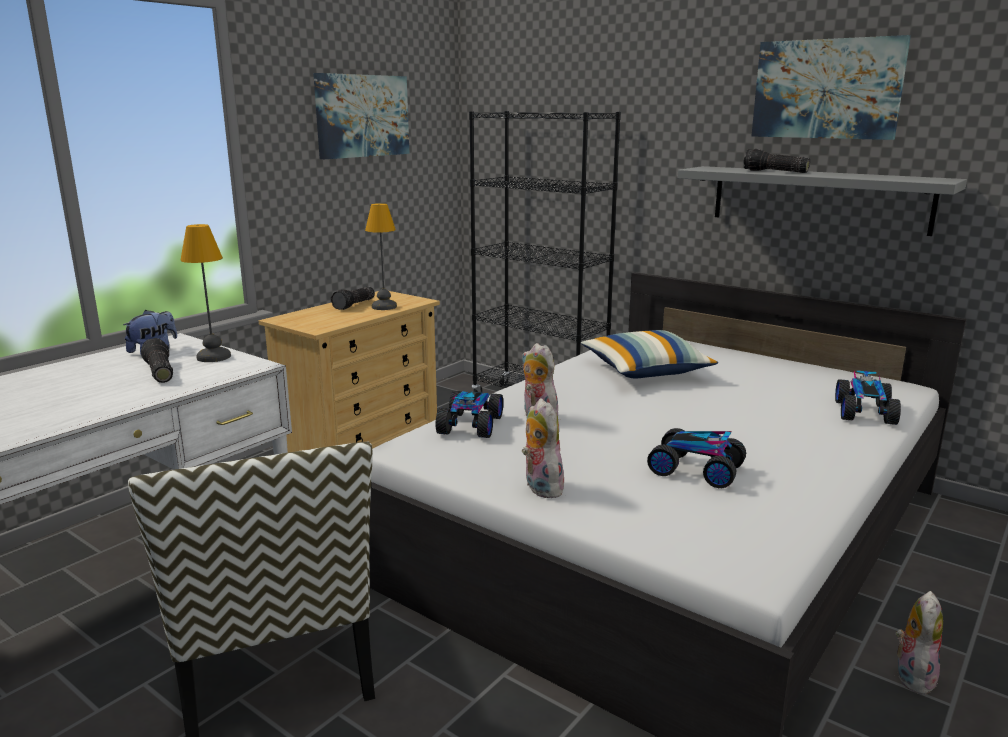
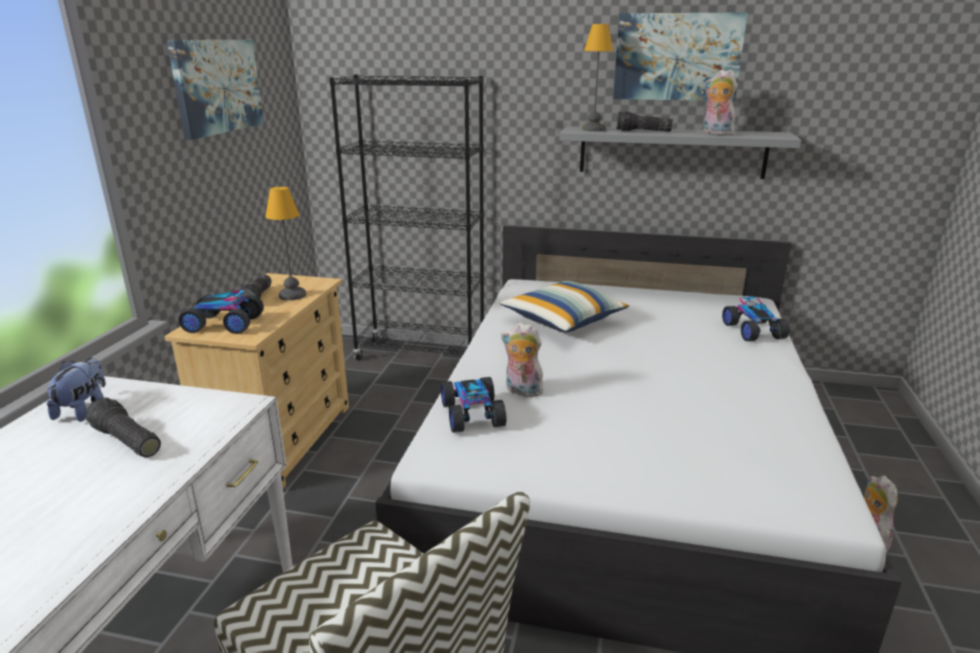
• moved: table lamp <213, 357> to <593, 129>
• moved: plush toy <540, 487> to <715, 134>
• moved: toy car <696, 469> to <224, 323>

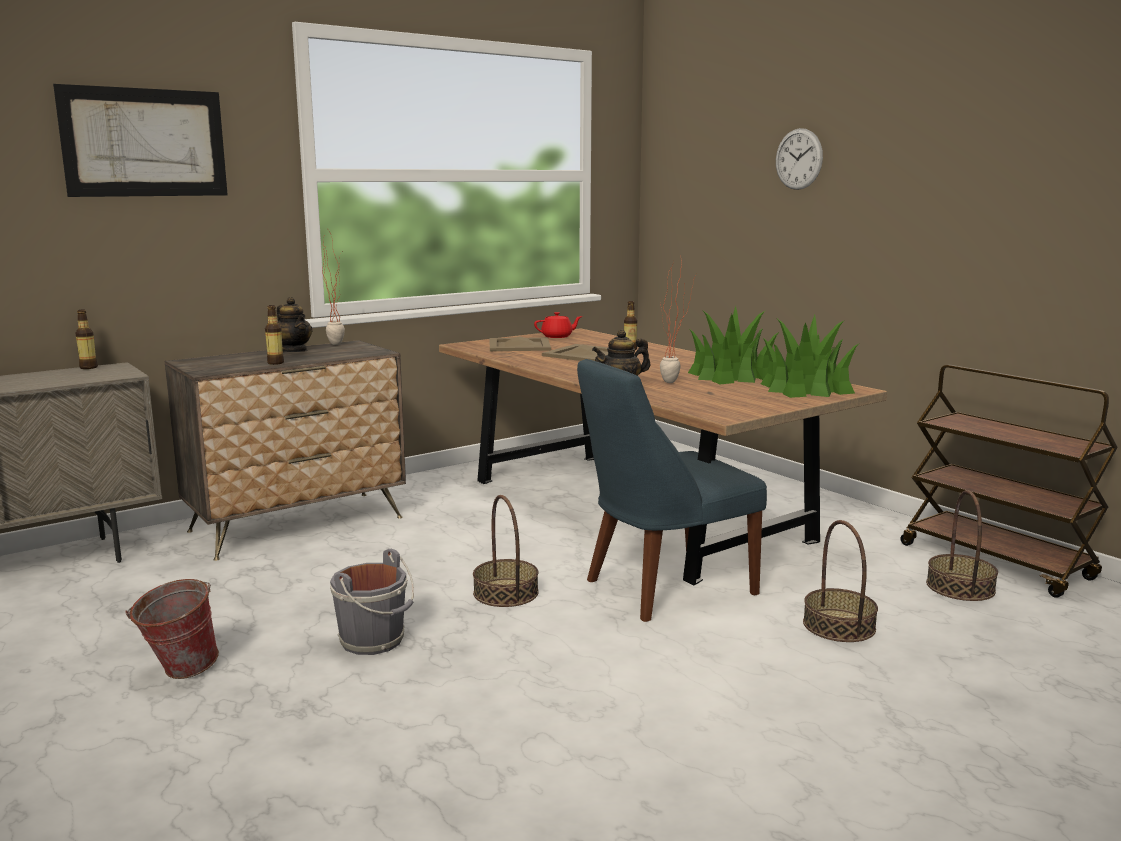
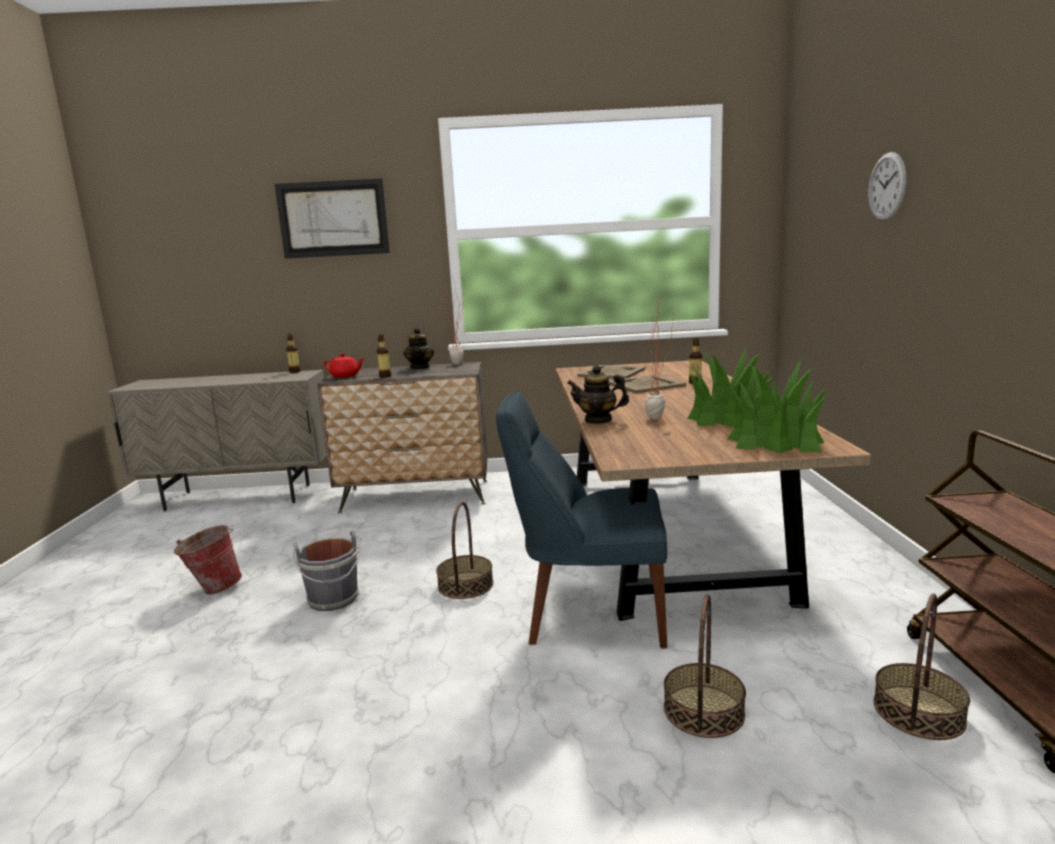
• moved: red teapot <557, 336> to <345, 376>

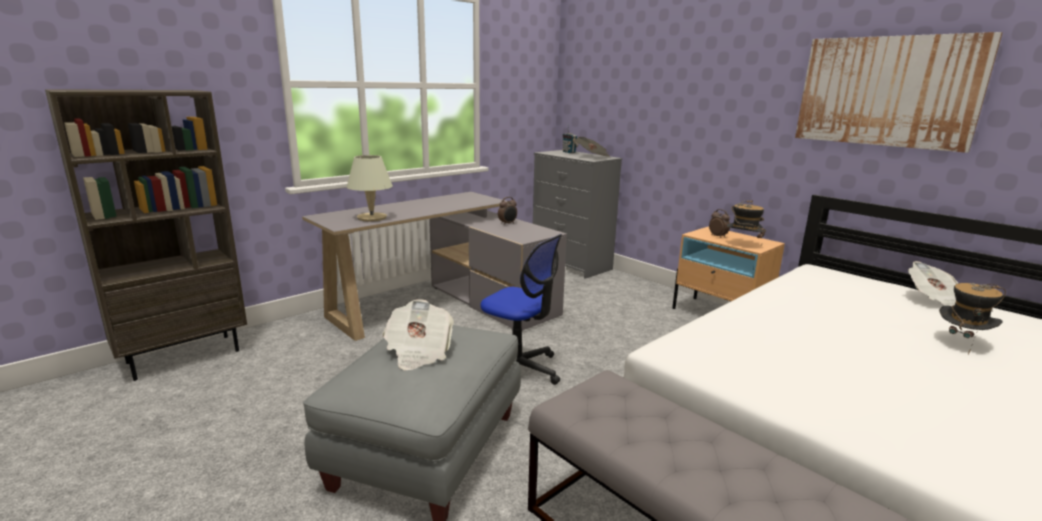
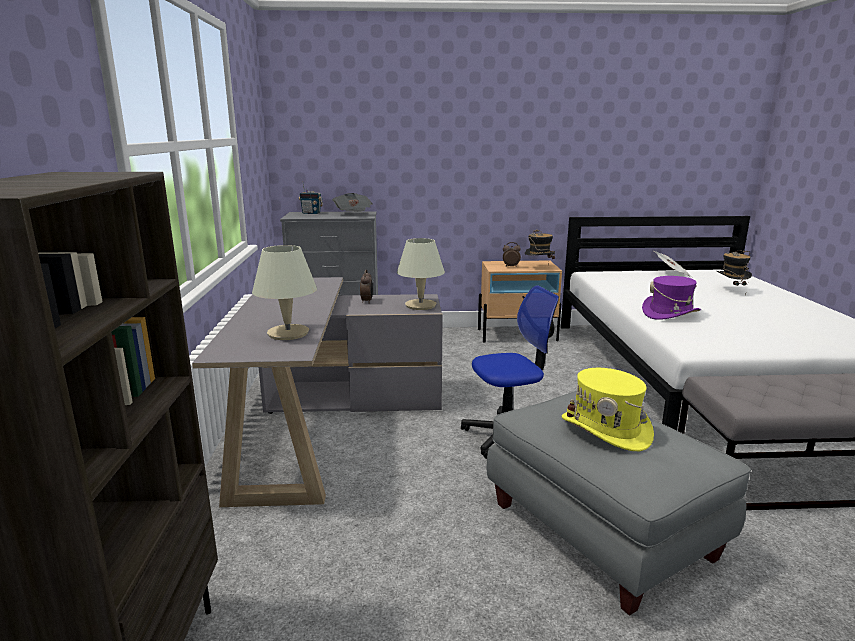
• removed: picture <886, 91>
• replaced: newspaper <418, 352> to yellow hat <606, 430>
• added: beige table lamp <421, 305>
• added: purple hat <670, 313>

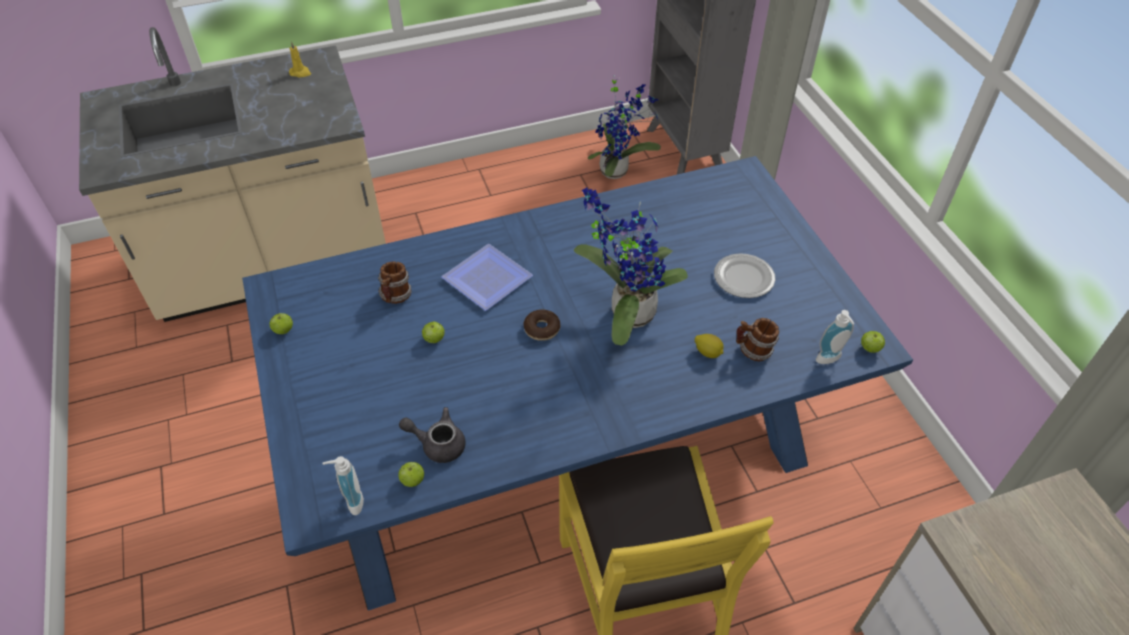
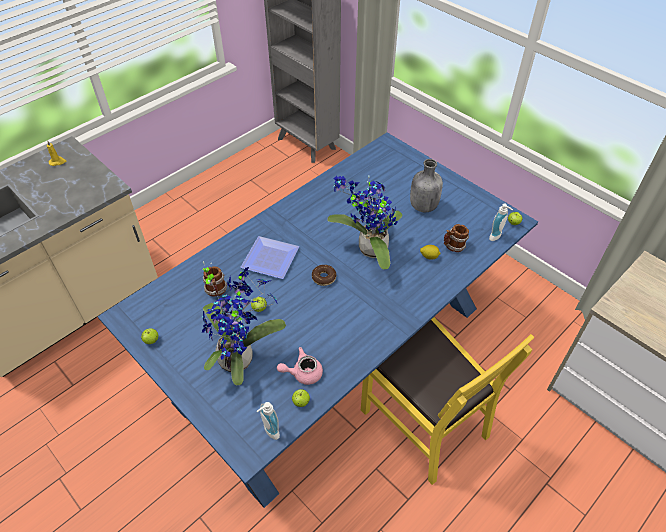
• moved: potted plant <617, 170> to <240, 357>
• replaced: plate <743, 278> to grey bottle <422, 206>
• recoloured: grey teapot <438, 444> to pink teapot <302, 373>

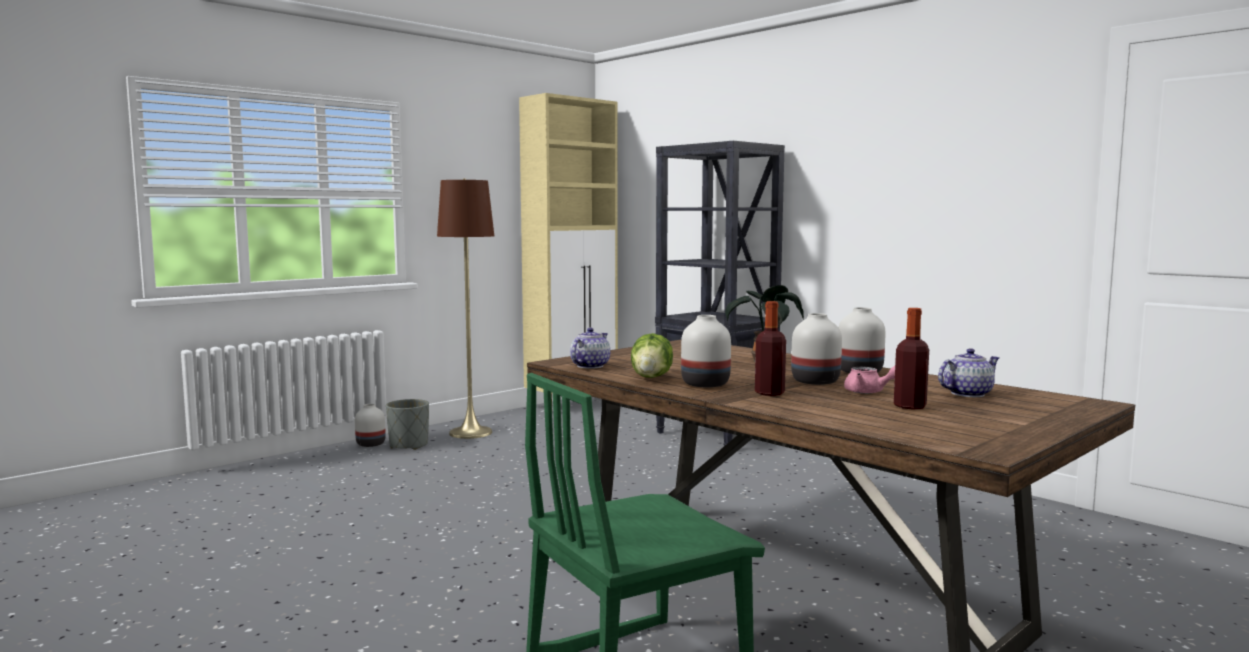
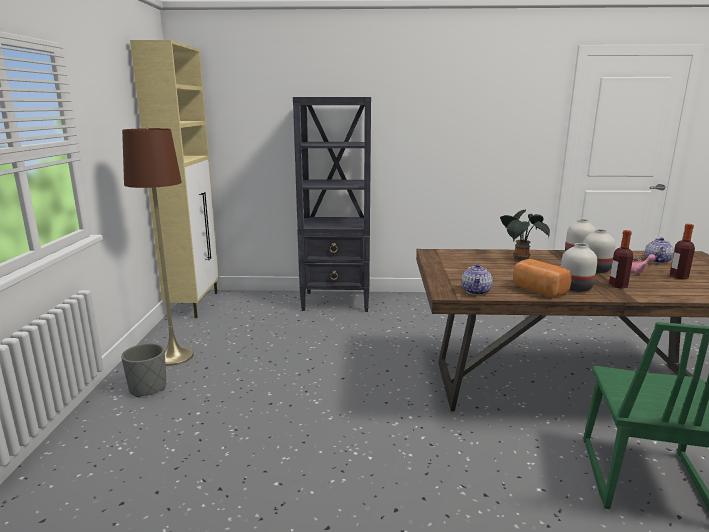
• turned: teapot <589, 366> = <476, 291> 150 degrees counterclockwise
• replaced: lettuce <652, 377> to bread <537, 290>
• removed: white vase <370, 444>

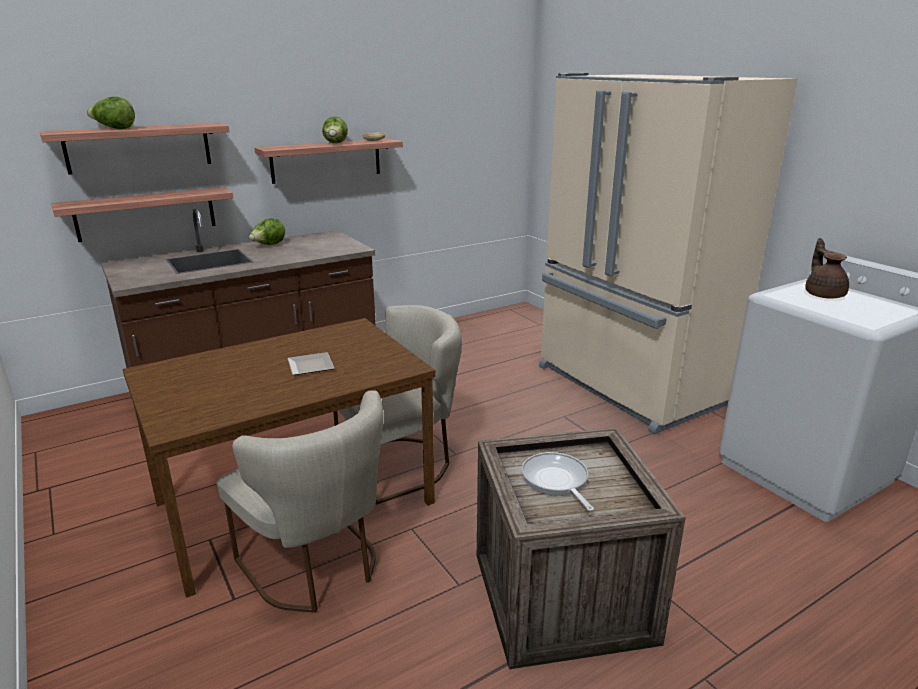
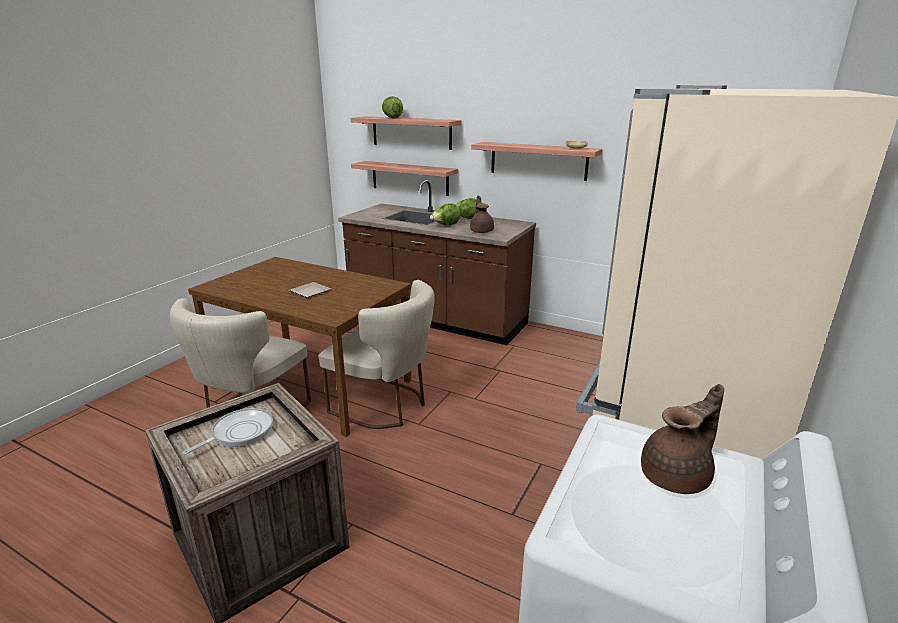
• moved: lettuce <336, 144> to <445, 225>
• added: brown teapot <481, 231>

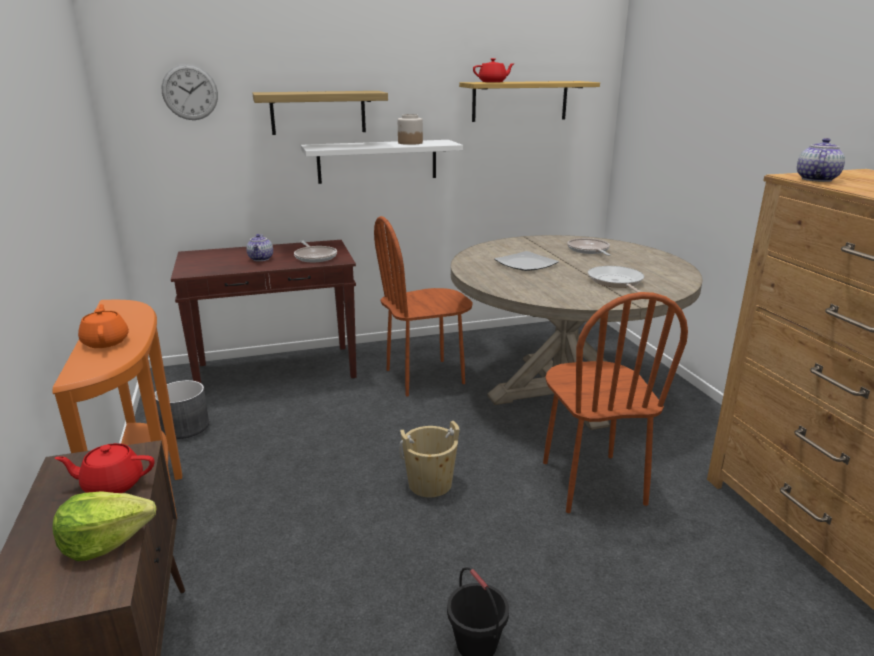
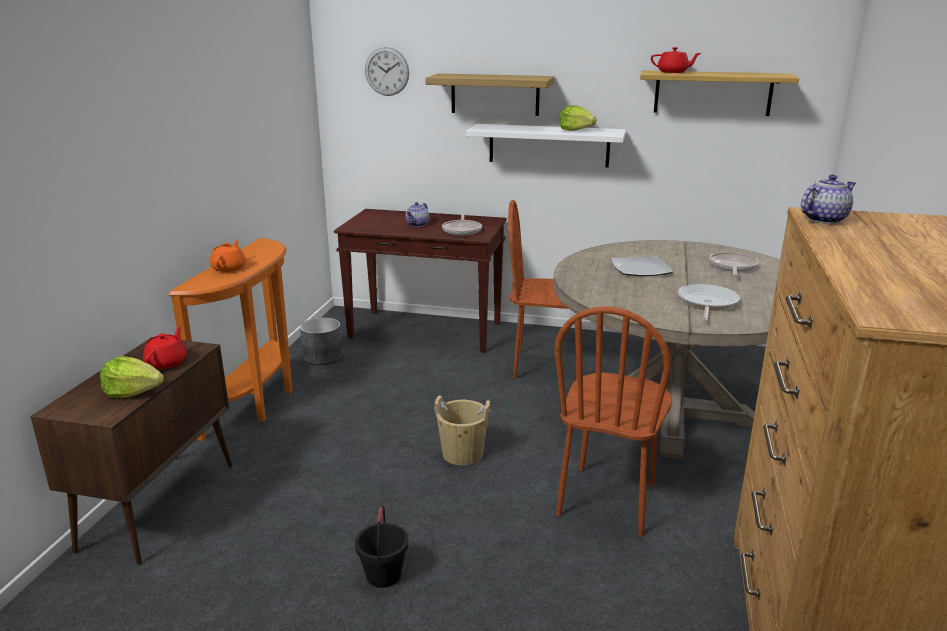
• replaced: jar <410, 143> to lettuce <576, 130>
• turned: red teapot <112, 484> = <167, 362> 75 degrees clockwise

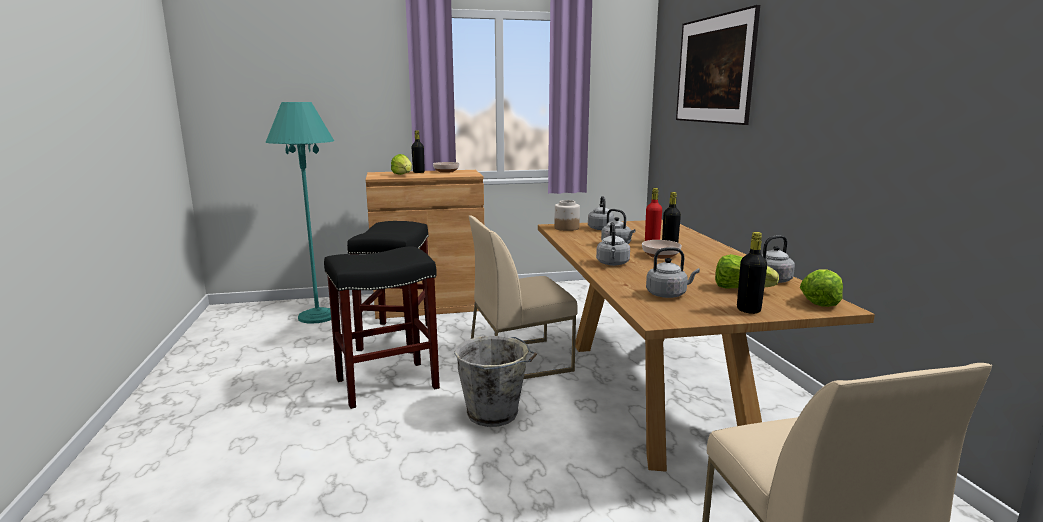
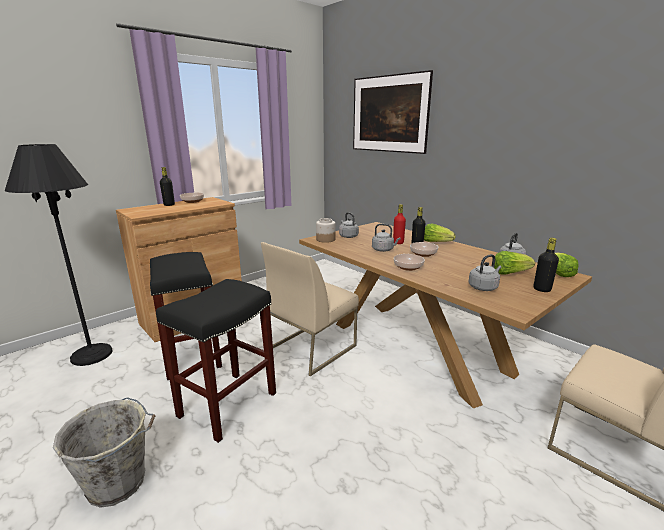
• recoloured: turquoise floor lamp <317, 316> to black floor lamp <91, 355>
• moved: lettuce <403, 175> to <436, 242>
• replaced: grey kettle <612, 264> to bowl <408, 267>
• moved: grey bucket <494, 414> to <119, 483>

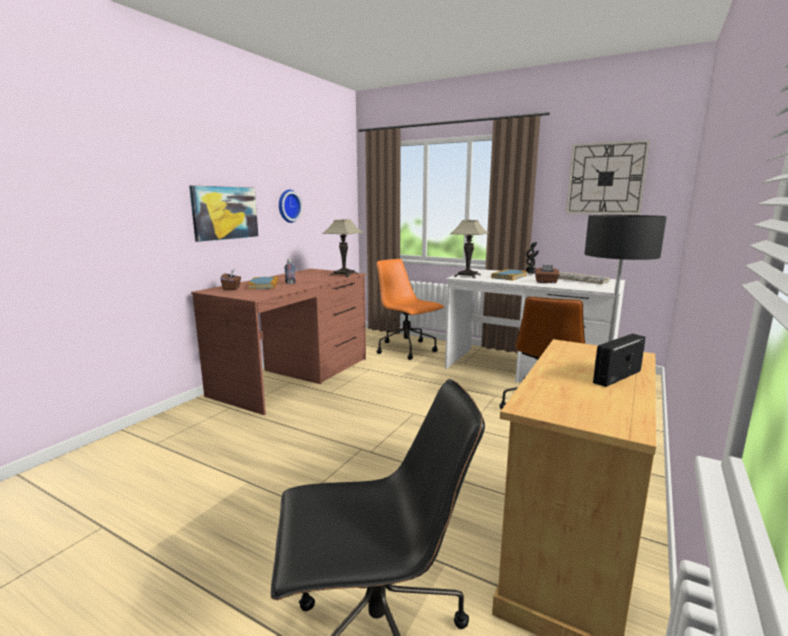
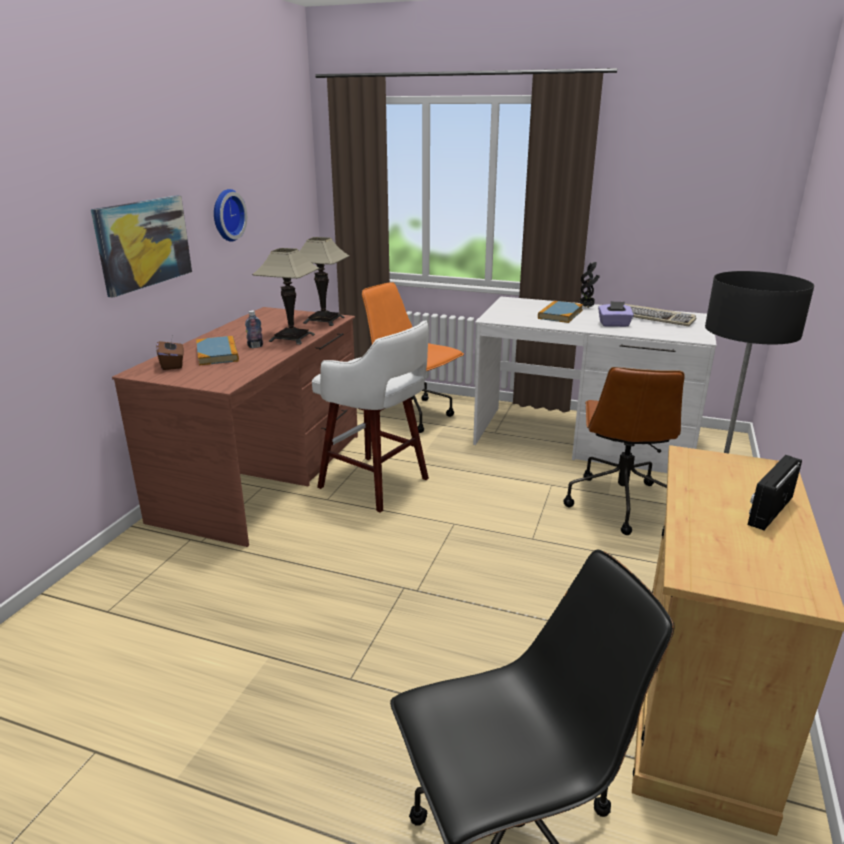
• removed: wall clock <605, 178>
• moved: table lamp <467, 275> to <292, 338>
• recoloured: brown tissue box <546, 282> to purple tissue box <614, 324>
• added: white stool <376, 484>

